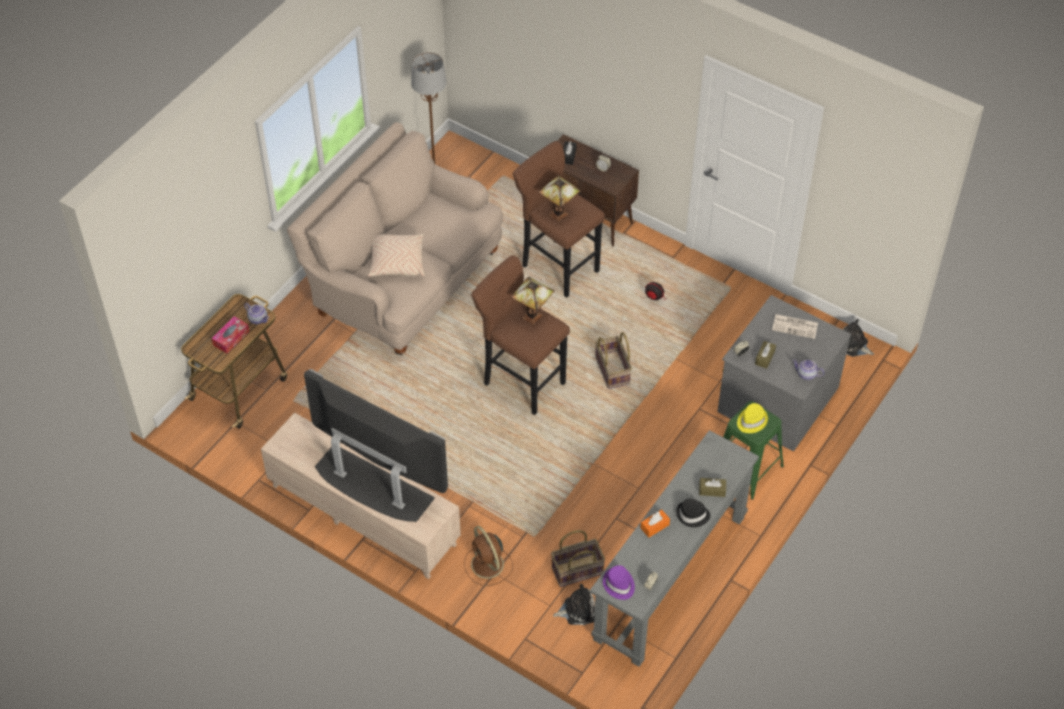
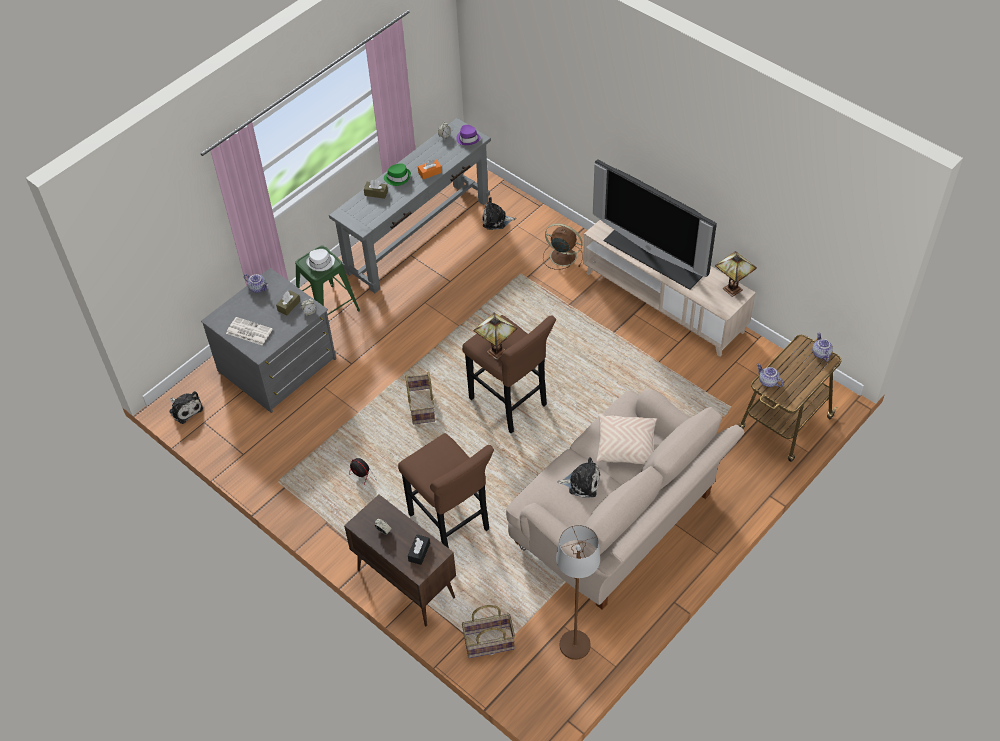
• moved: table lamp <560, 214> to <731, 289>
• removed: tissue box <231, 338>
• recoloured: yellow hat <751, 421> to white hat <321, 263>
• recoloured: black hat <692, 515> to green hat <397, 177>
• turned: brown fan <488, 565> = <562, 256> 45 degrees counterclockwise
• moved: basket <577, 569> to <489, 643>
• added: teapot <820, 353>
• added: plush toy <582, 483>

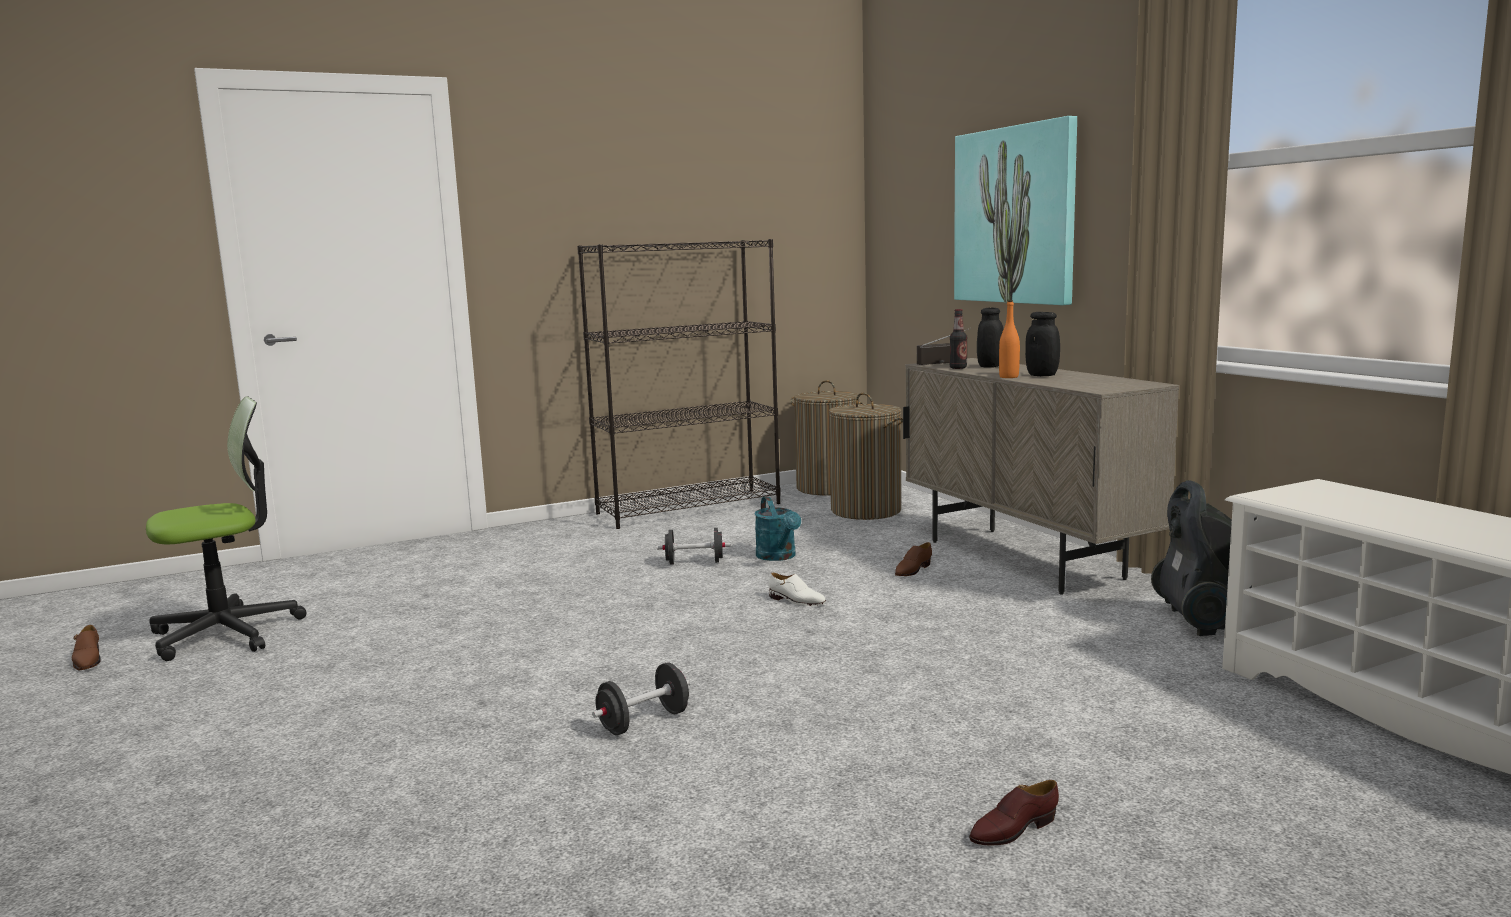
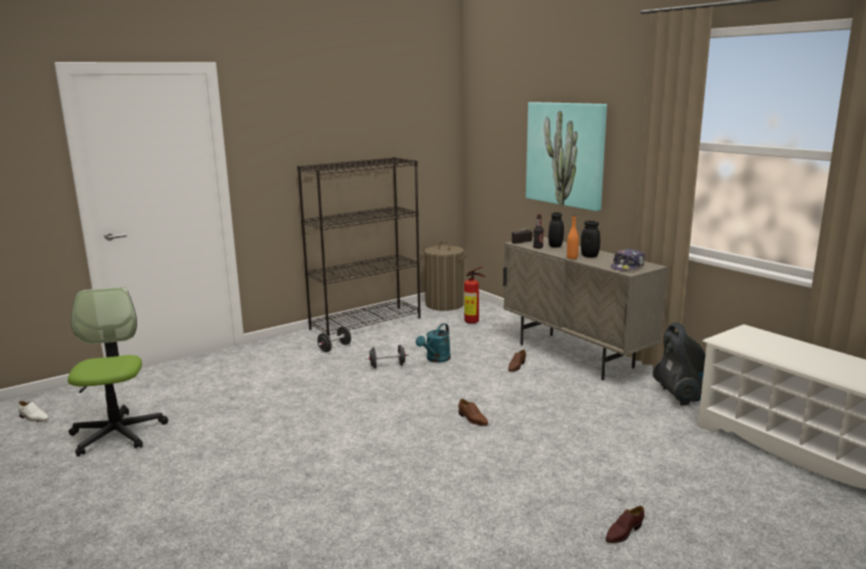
• replaced: laundry basket <866, 510> to fire extinguisher <473, 322>
• turned: office chair <227, 633> = <117, 434> 60 degrees counterclockwise
• turned: turquoise watering can <779, 557> = <436, 359> 60 degrees clockwise
• moved: white shoe <796, 601> to <33, 418>
• moved: brown shoe <87, 660> to <472, 419>
• moved: black dumbbell <644, 722> to <334, 348>
• added: cap <627, 266>

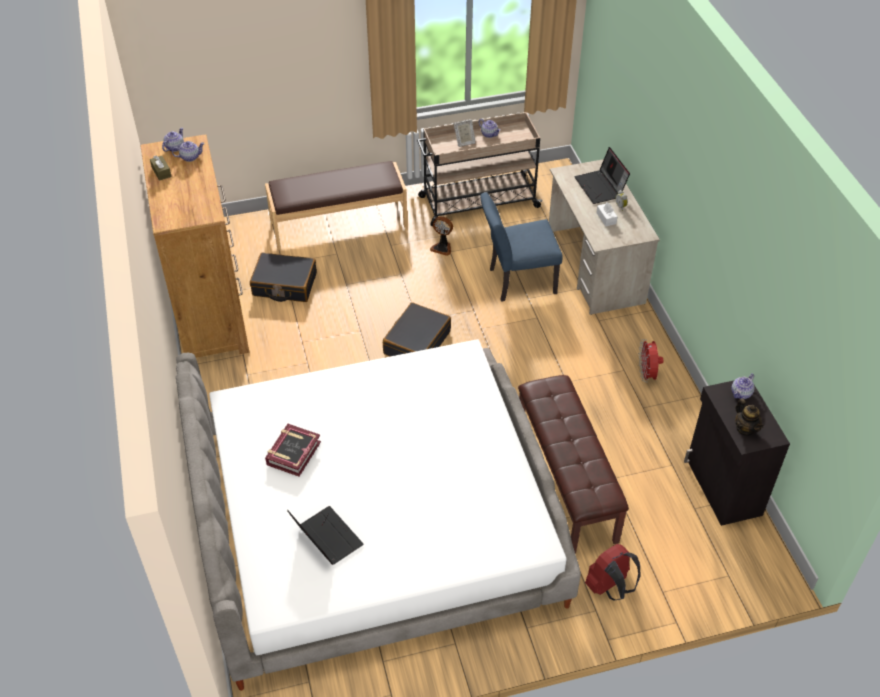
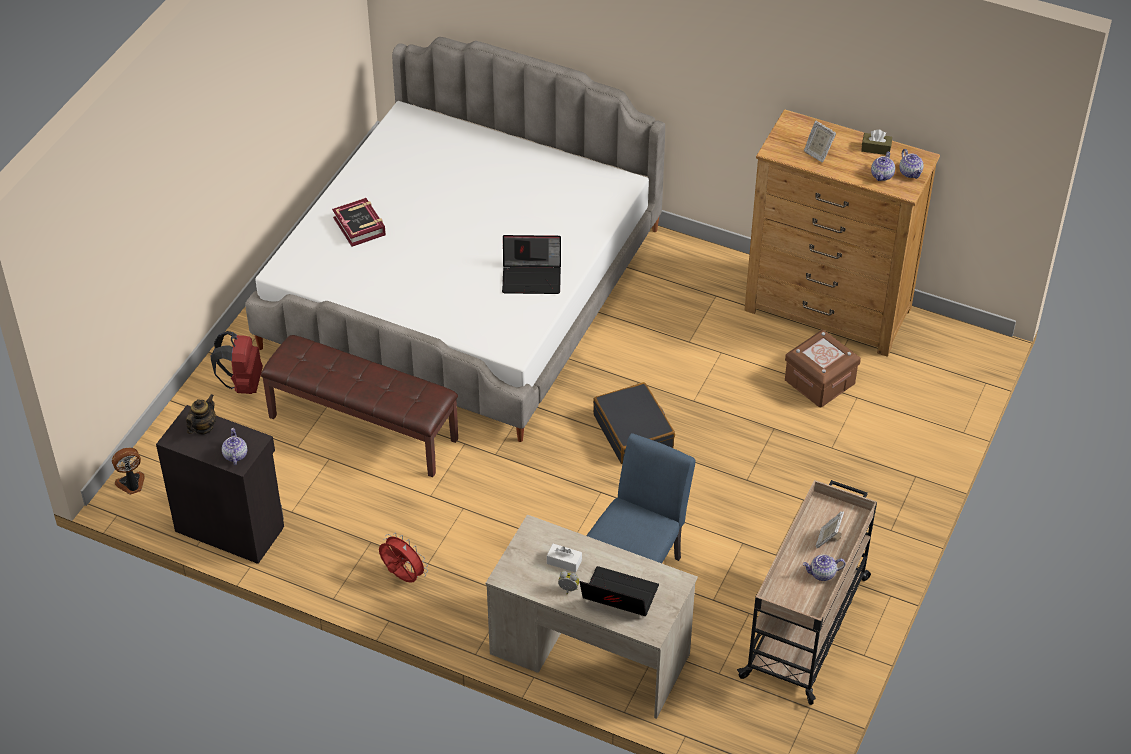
• removed: brown bench <338, 223>
• moved: fan <442, 247> to <131, 484>
• replaced: black suitcase <284, 285> to brown storage box <819, 382>
• turned: teapot <745, 429> = <203, 427> 105 degrees clockwise
• moved: book <293, 453> to <360, 226>
• moved: laptop <325, 538> to <532, 277>
• added: picture frame <817, 153>

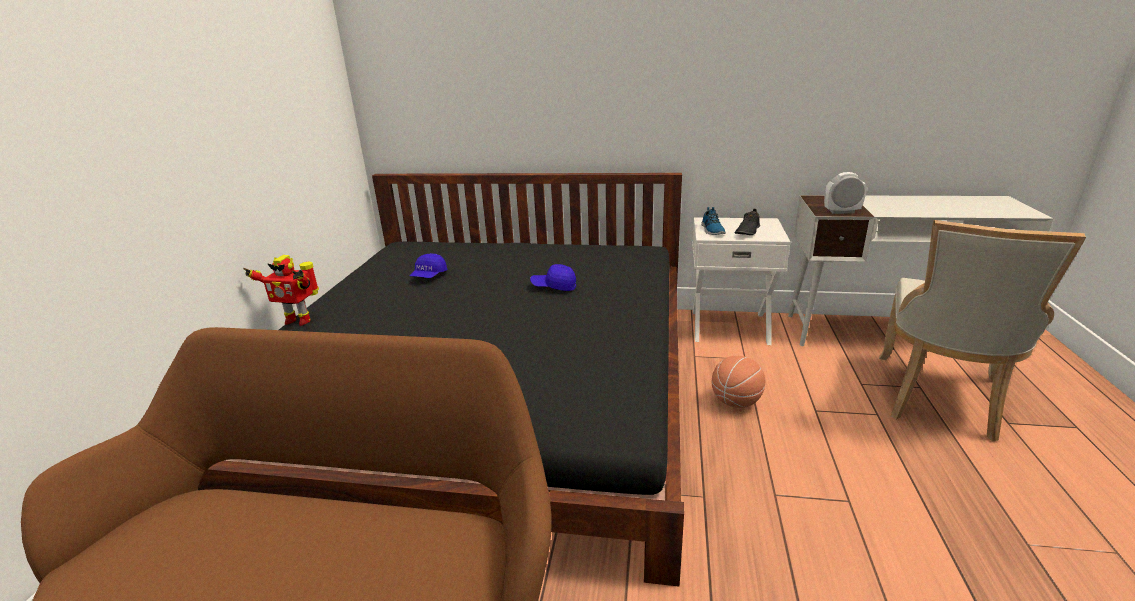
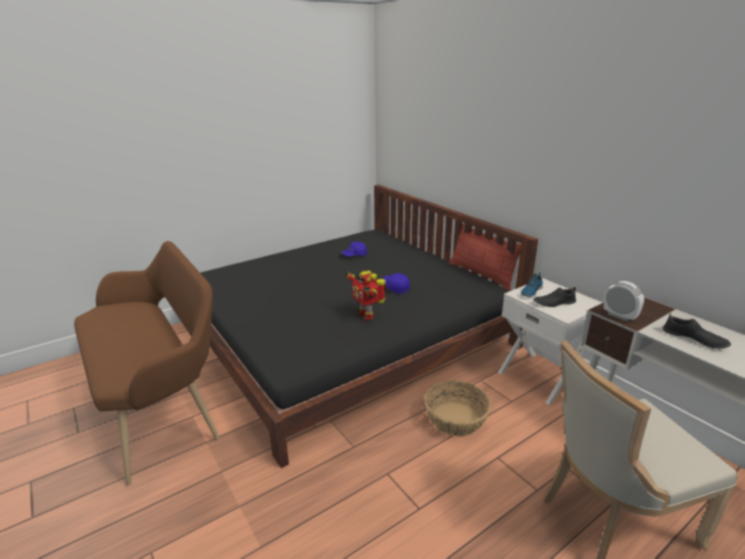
• moved: toy robot <298, 320> to <366, 315>
• replaced: basketball <736, 402> to basket <456, 419>
• added: pillow <481, 275>
• added: black shoe <694, 339>

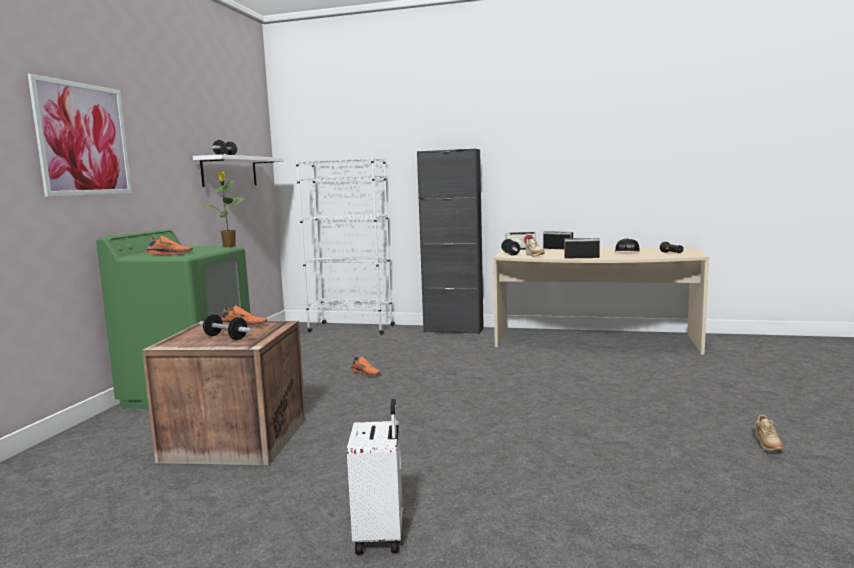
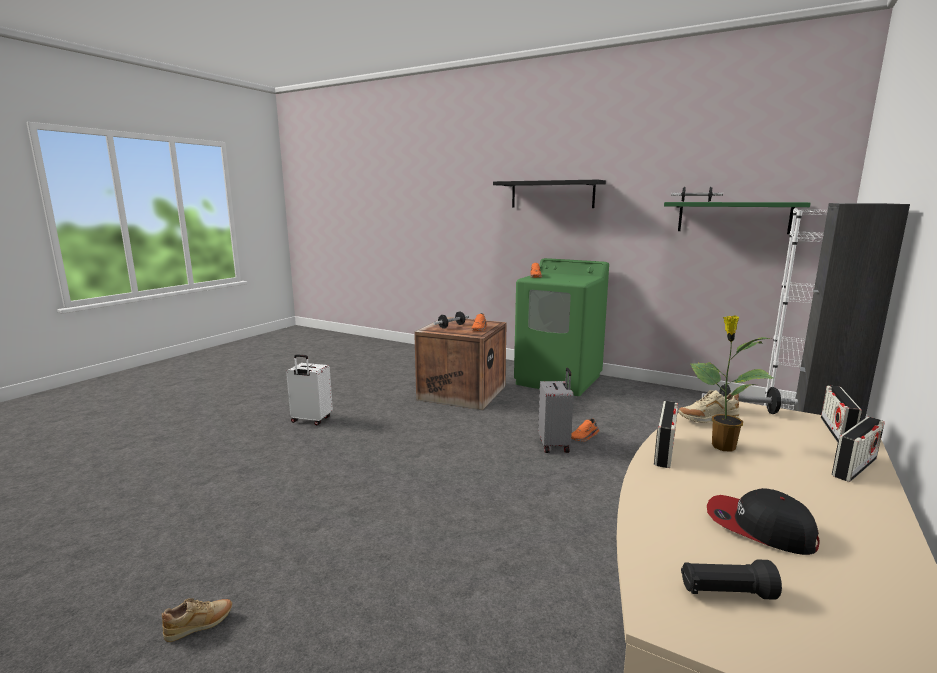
• replaced: picture <83, 139> to black shelf <552, 194>
• recoloured: white shelf <229, 171> to green shelf <733, 217>
• moved: potted plant <229, 246> to <721, 446>
• turned: beige shoe <767, 446> = <200, 626> 120 degrees clockwise
• added: grey suitcase <554, 445>

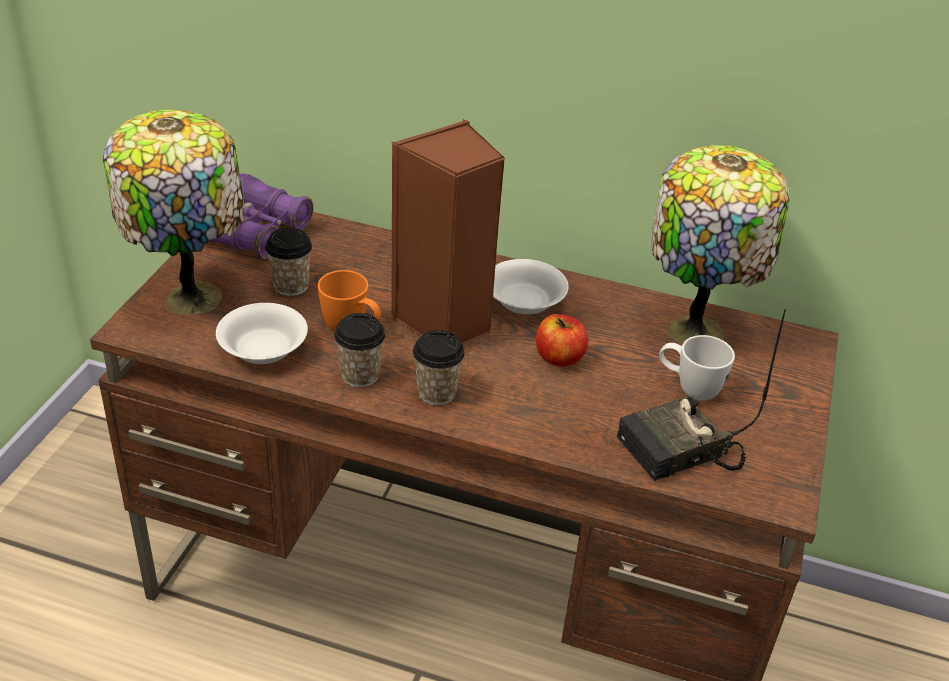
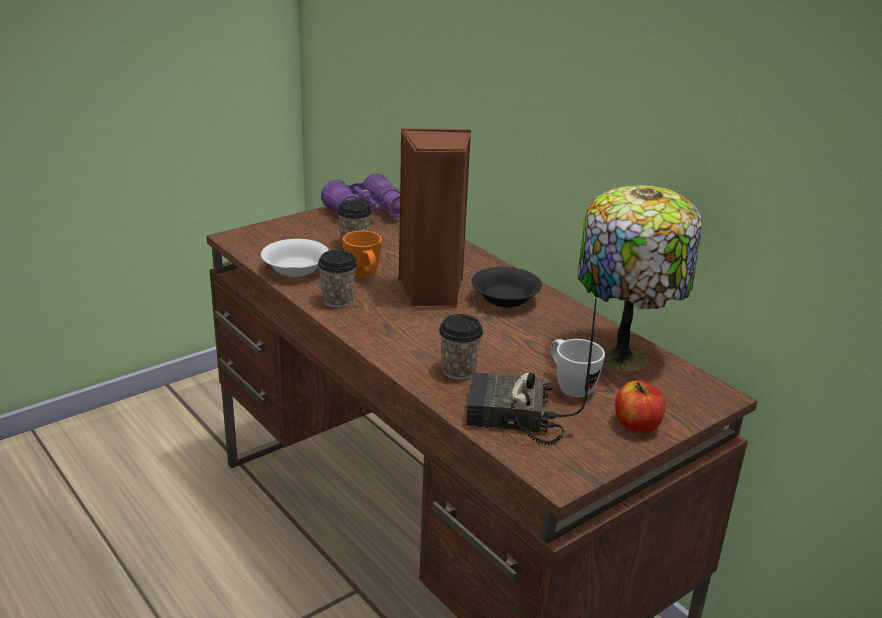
• removed: table lamp <191, 295>
• recoloured: white bowl <525, 301> to black bowl <506, 299>
• moved: apple <559, 357> to <637, 425>
• moved: cup <436, 392> to <458, 371>

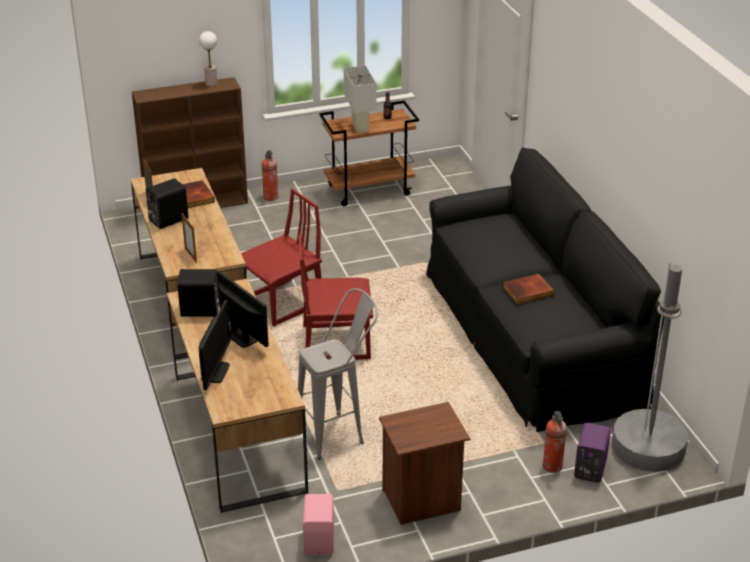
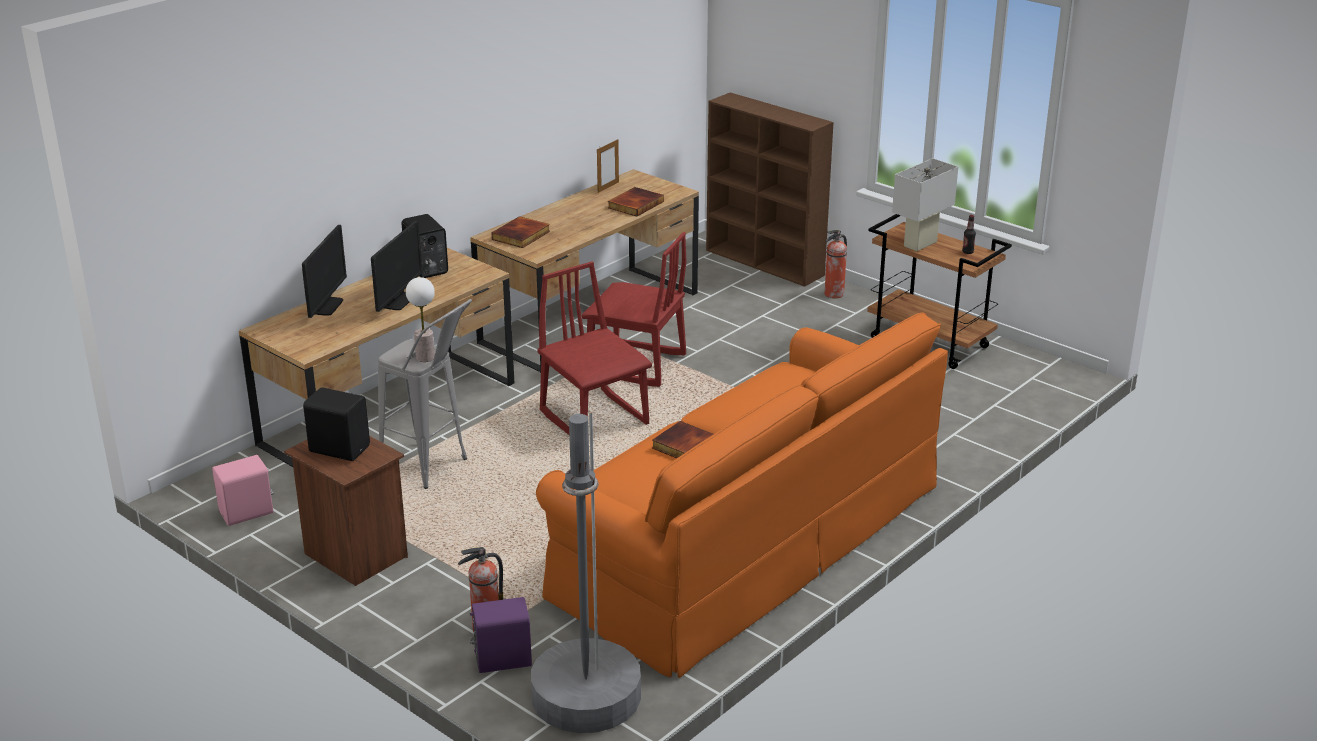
• moved: table lamp <211, 83> to <425, 357>
• recoloured: black sofa <530, 334> to orange sofa <746, 539>
• moved: black speaker <167, 220> to <339, 448>
• replaced: picture frame <190, 255> to book <521, 236>
• turned: monitor <215, 372> = <326, 306> 60 degrees counterclockwise

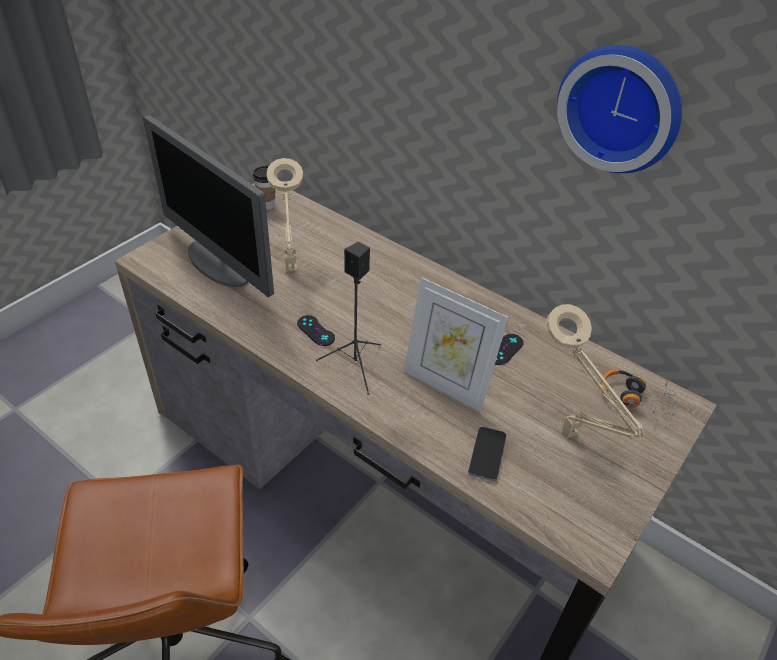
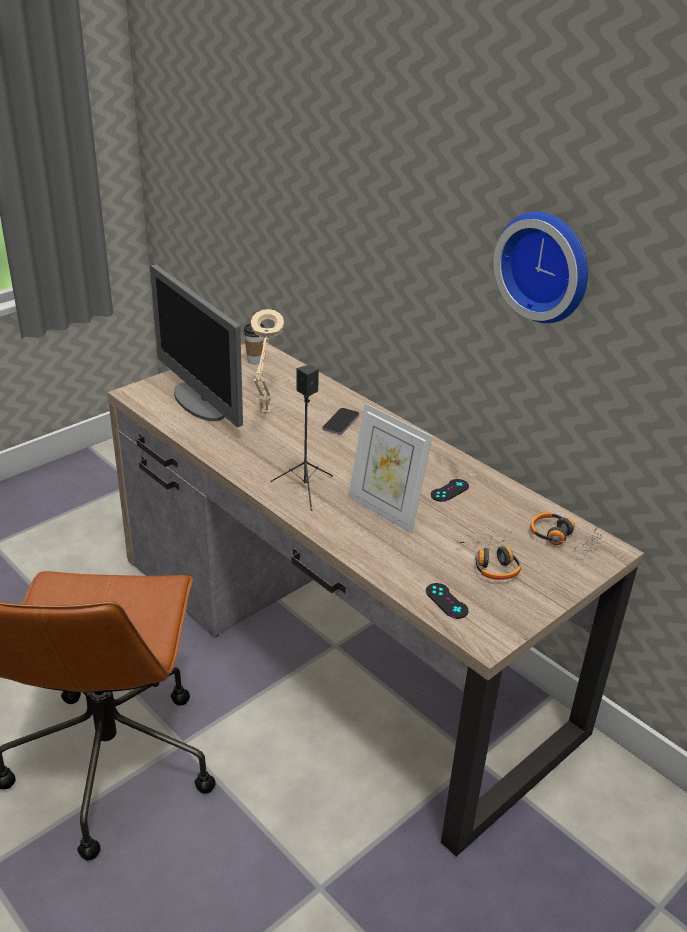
• replaced: beige table lamp <572, 437> to headphones <492, 561>
• moved: black game controller <315, 331> to <446, 601>
• moved: phone <487, 454> to <341, 422>

